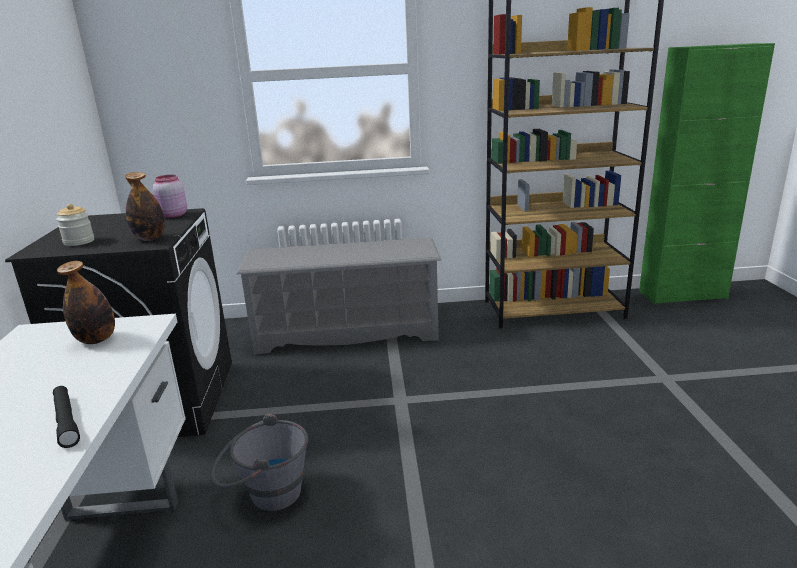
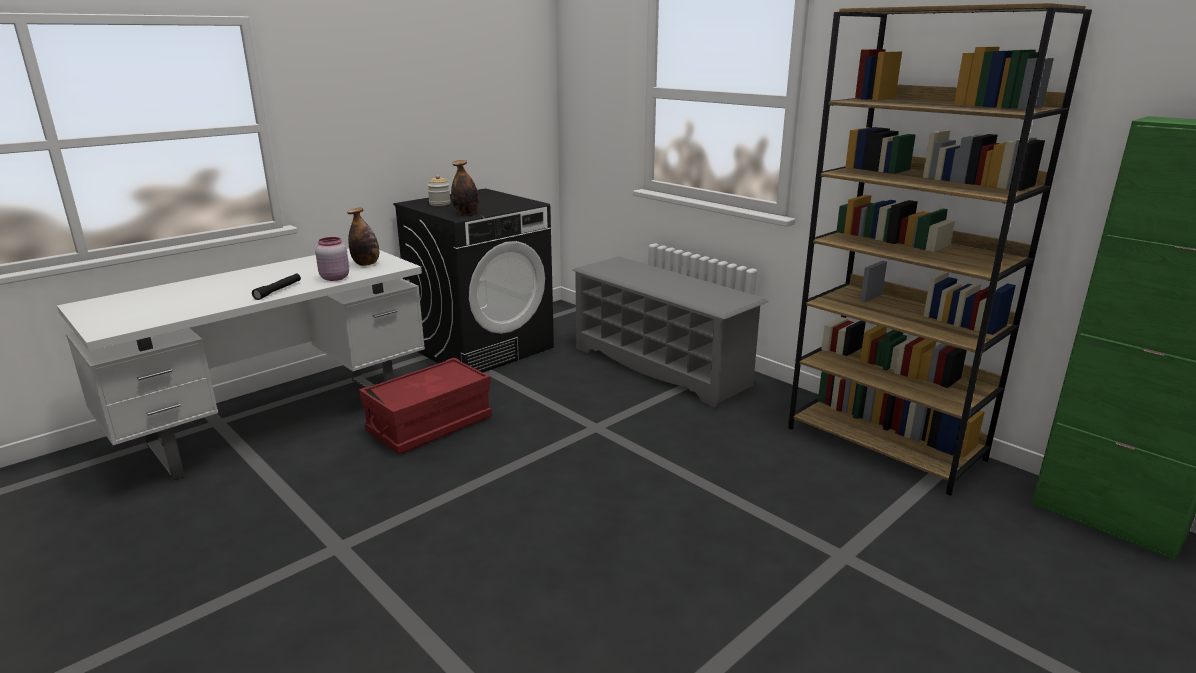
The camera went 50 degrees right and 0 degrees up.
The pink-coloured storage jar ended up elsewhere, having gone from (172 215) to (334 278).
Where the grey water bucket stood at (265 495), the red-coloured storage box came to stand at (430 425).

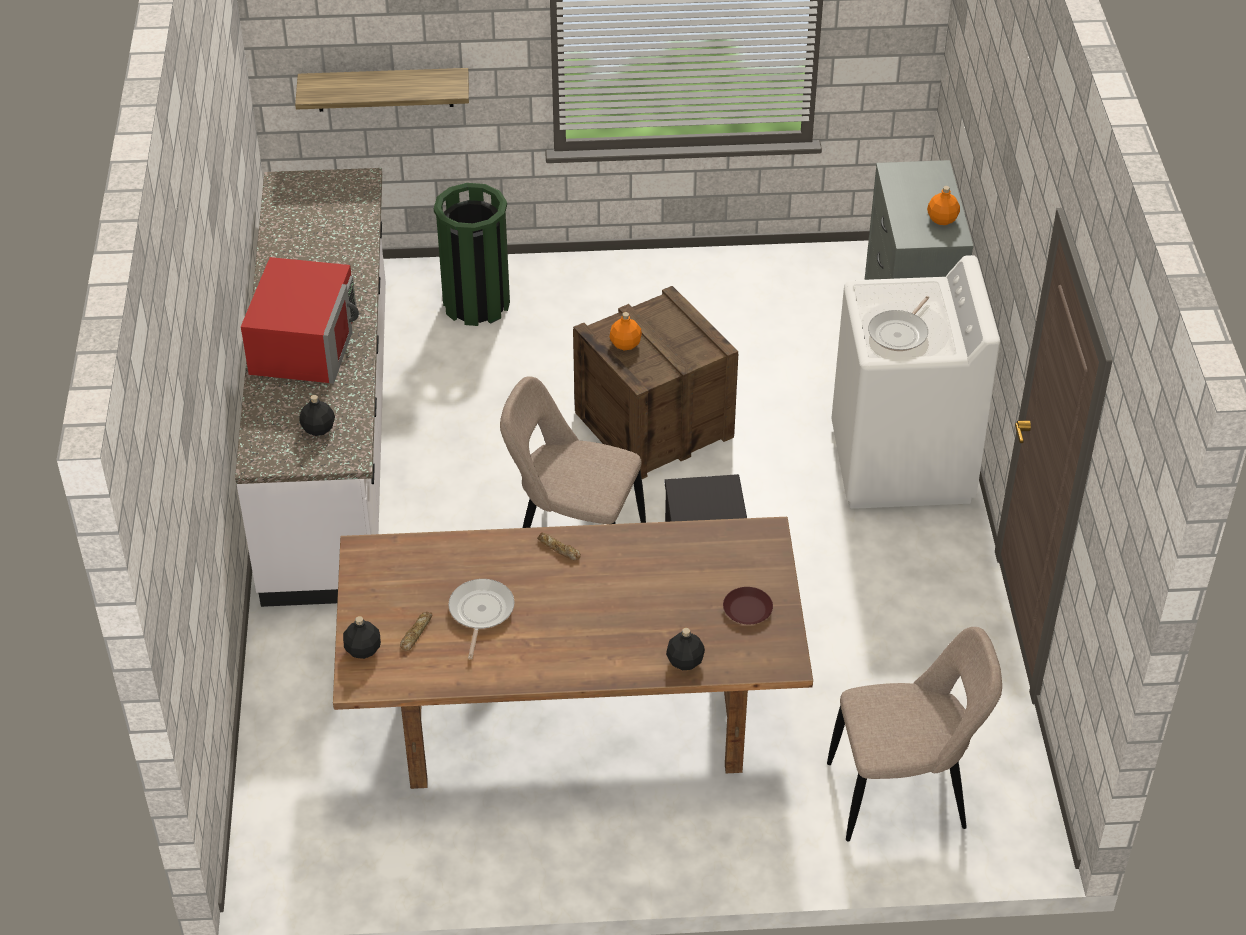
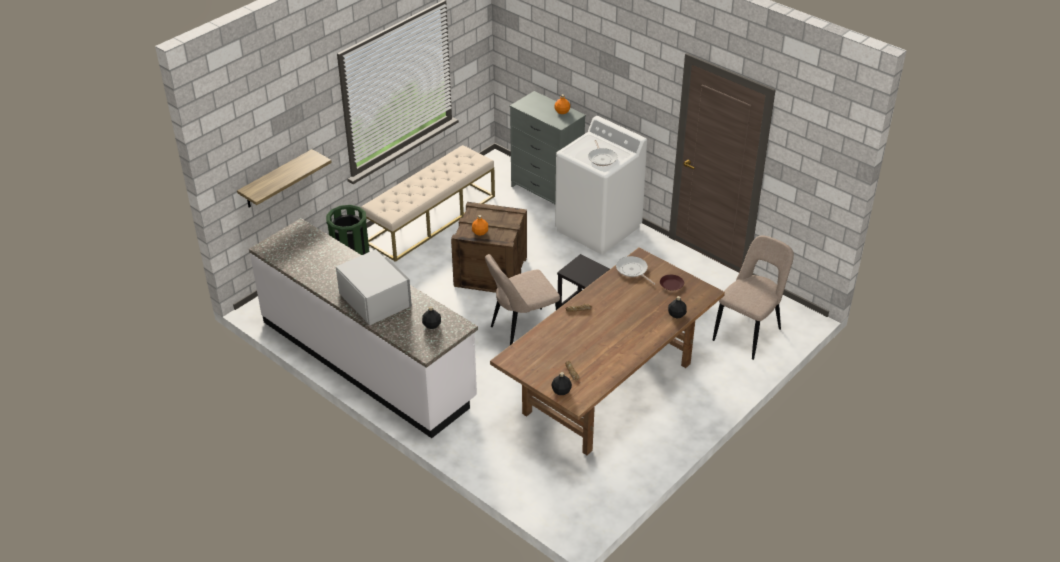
The camera went 45 degrees left and 5 degrees down.
What was the red-coloured microwave oven at (304 342) turned into the white microwave oven at (374 299).
The skillet ended up elsewhere, having gone from (480 612) to (633 270).
The second view gained the beige long seat at (431 219).

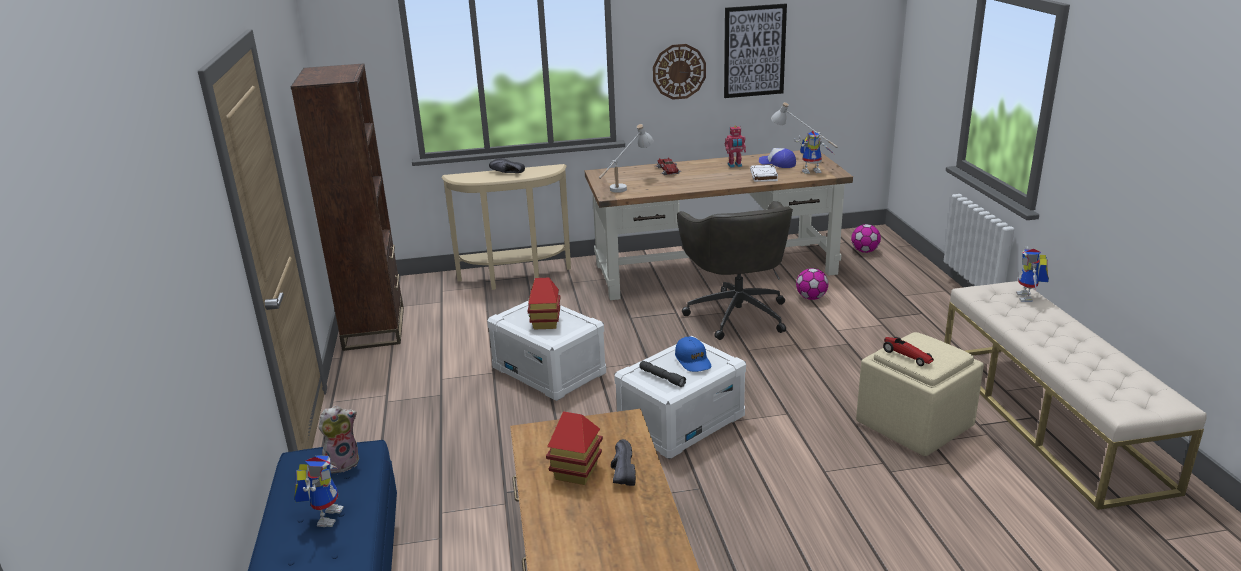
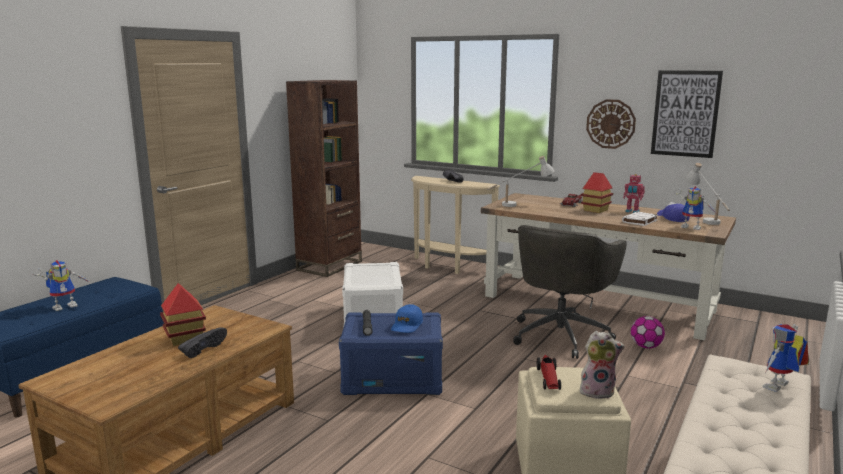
The camera went 40 degrees right and 10 degrees down.
The second view lost the ball for football at (864 251).
The model house ended up elsewhere, having gone from (545 323) to (595 210).
What was the white storage box at (681 421) turned into the blue storage box at (393 378).
The plush toy ended up elsewhere, having gone from (343 463) to (597 391).

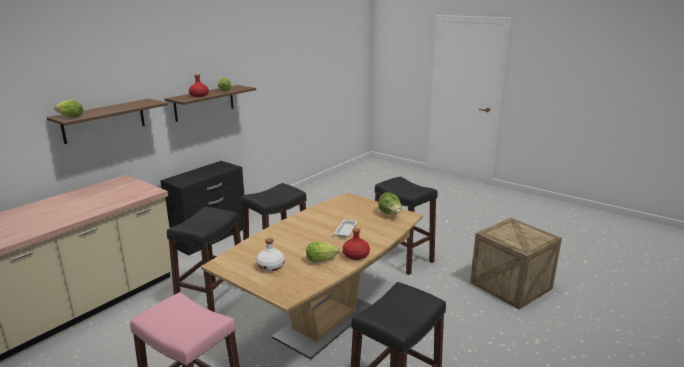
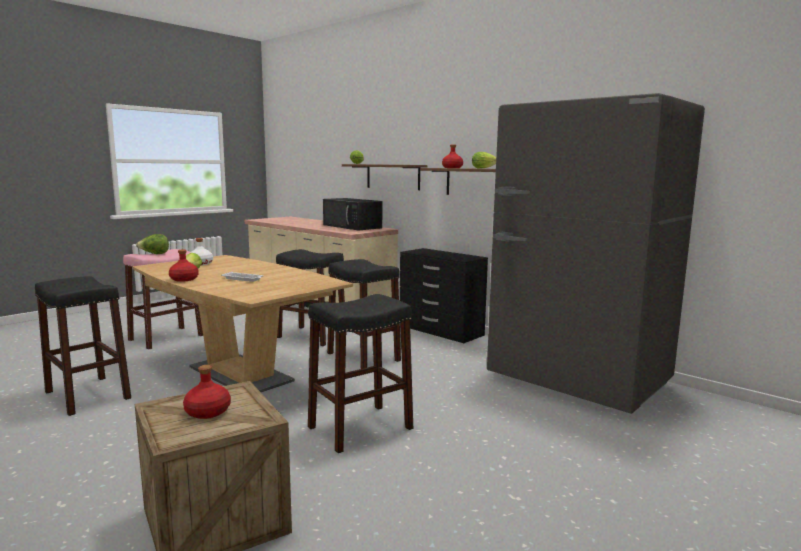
The camera went 95 degrees right and 10 degrees down.
The head of lettuce ended up elsewhere, having gone from (390 214) to (154 254).
The second view gained the grey refrigerator at (577 381).
The second view gained the blackish microwave oven at (353 226).
The second view gained the red-coloured bottle at (207 412).

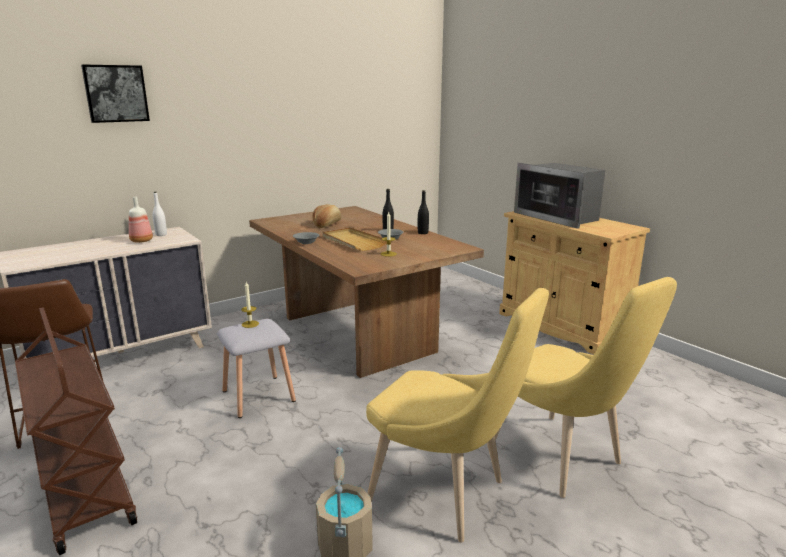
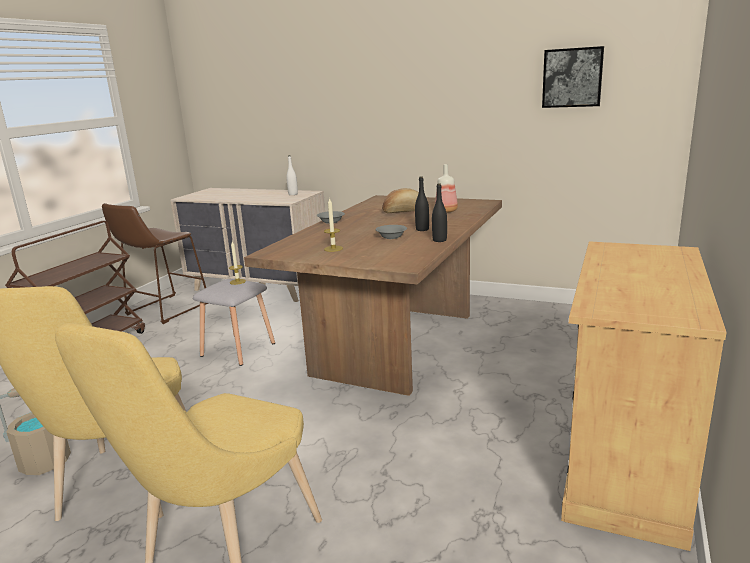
The camera went 60 degrees right and 0 degrees up.
The picture ended up elsewhere, having gone from (116 93) to (572 77).
The second view lost the microwave oven at (558 217).
The bottle ended up elsewhere, having gone from (141 241) to (445 211).
The second view lost the beige tray at (353 241).

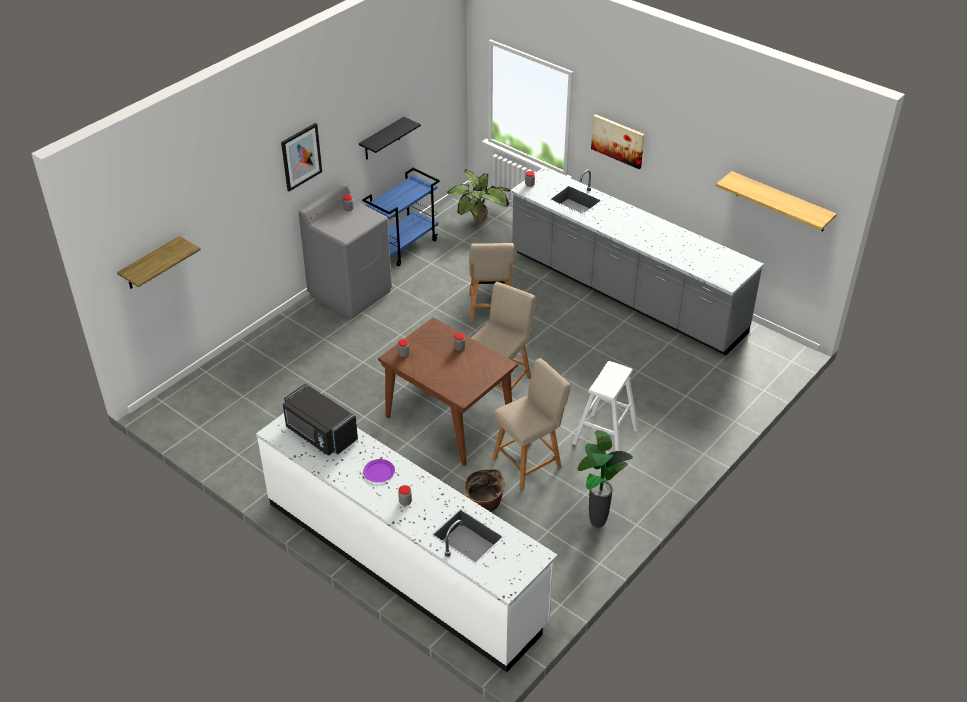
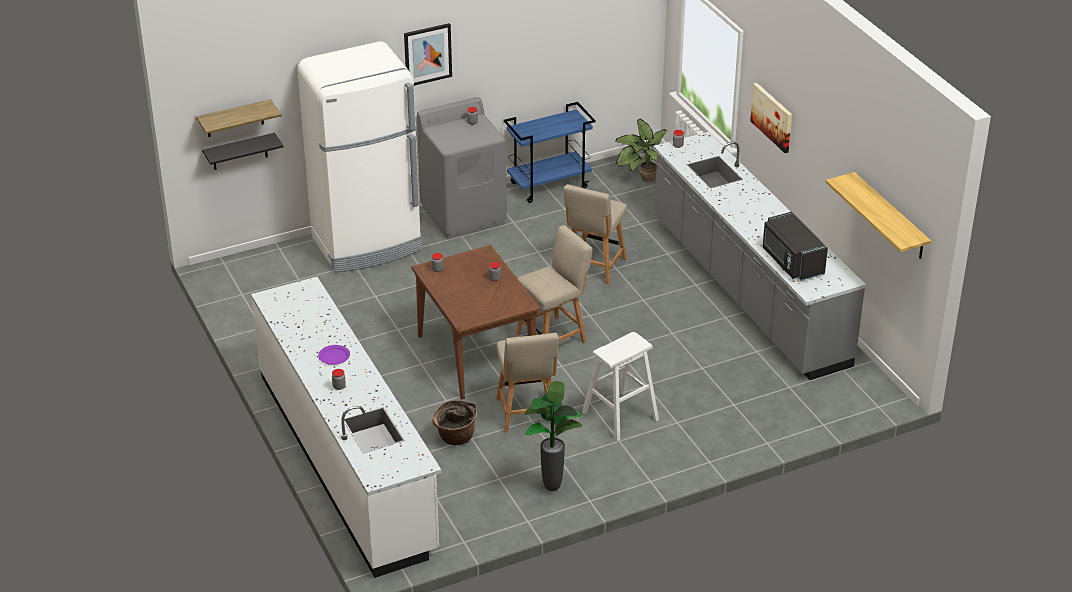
The camera went 25 degrees right and 5 degrees down.
The blackish wall shelf ended up elsewhere, having gone from (382 139) to (239 152).
The beige plain chair at (529 461) ended up facing another way, 90 degrees clockwise from before.
The blackish microwave oven ended up elsewhere, having gone from (320 434) to (791 262).
The second view gained the white refrigerator at (368 244).

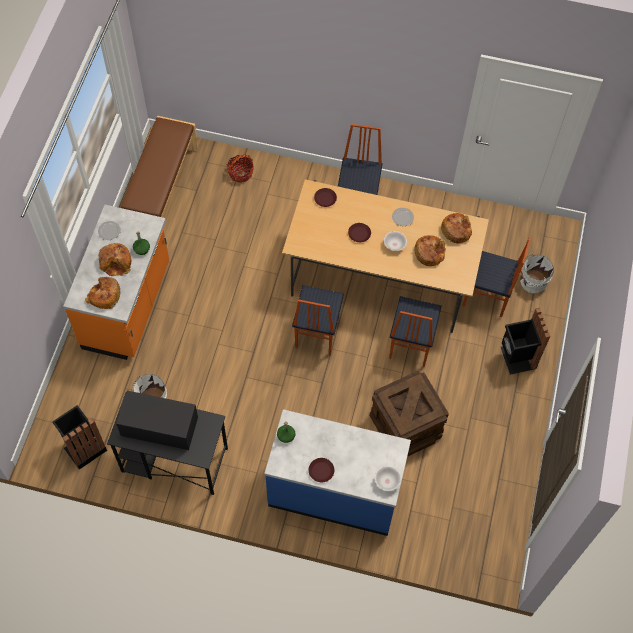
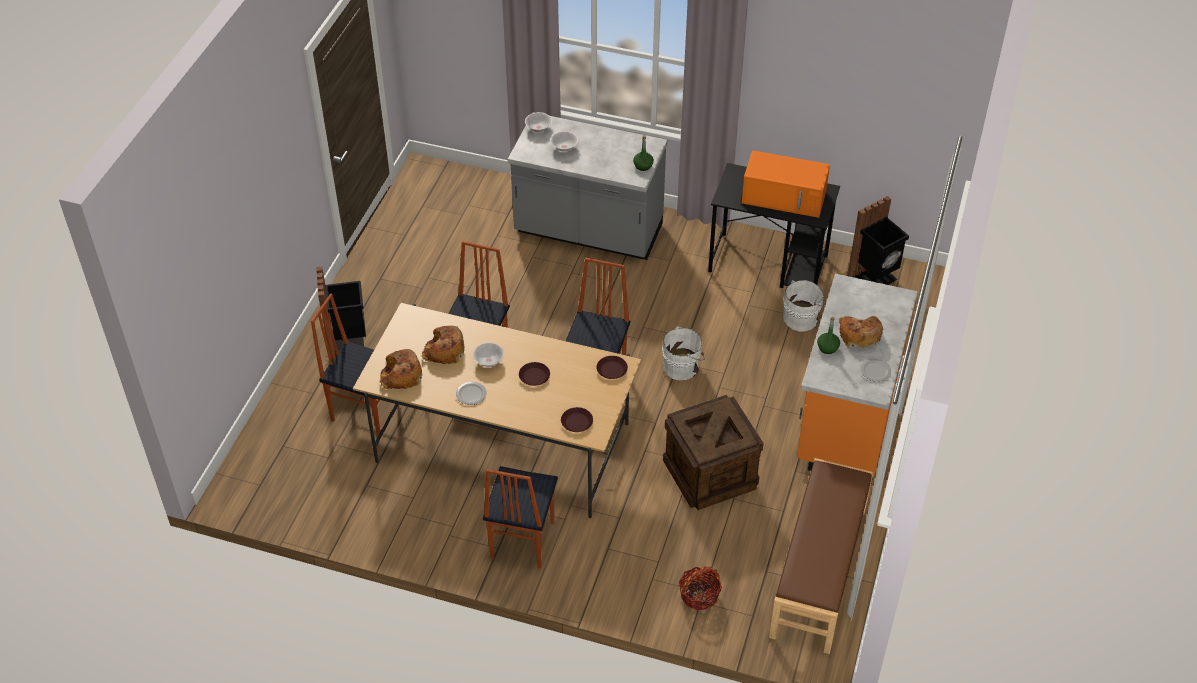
The camera went 175 degrees left and 15 degrees down.
The white water bucket ended up elsewhere, having gone from (532 281) to (682 367).
The second view lost the bakery bread at (104 295).
The packing crate ended up elsewhere, having gone from (406 425) to (710 473).
What was the blackish microwave oven at (158 426) turned into the orange microwave oven at (785 197).
What was the blue kitchen counter at (335 491) turned into the grey kitchen counter at (588 232).
The brownish dinner plate ended up elsewhere, having gone from (321 471) to (611 369).
The second view gained the white deep dish at (564 148).

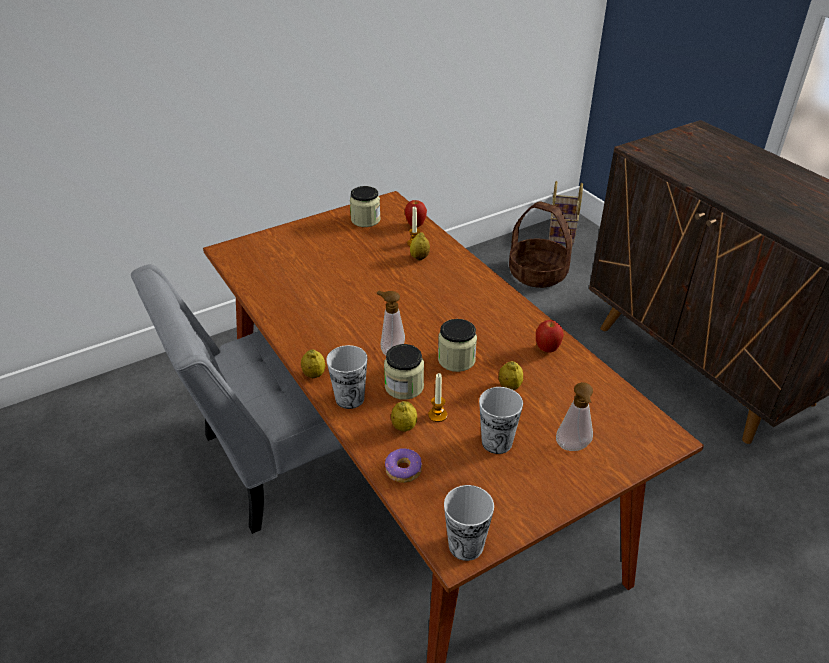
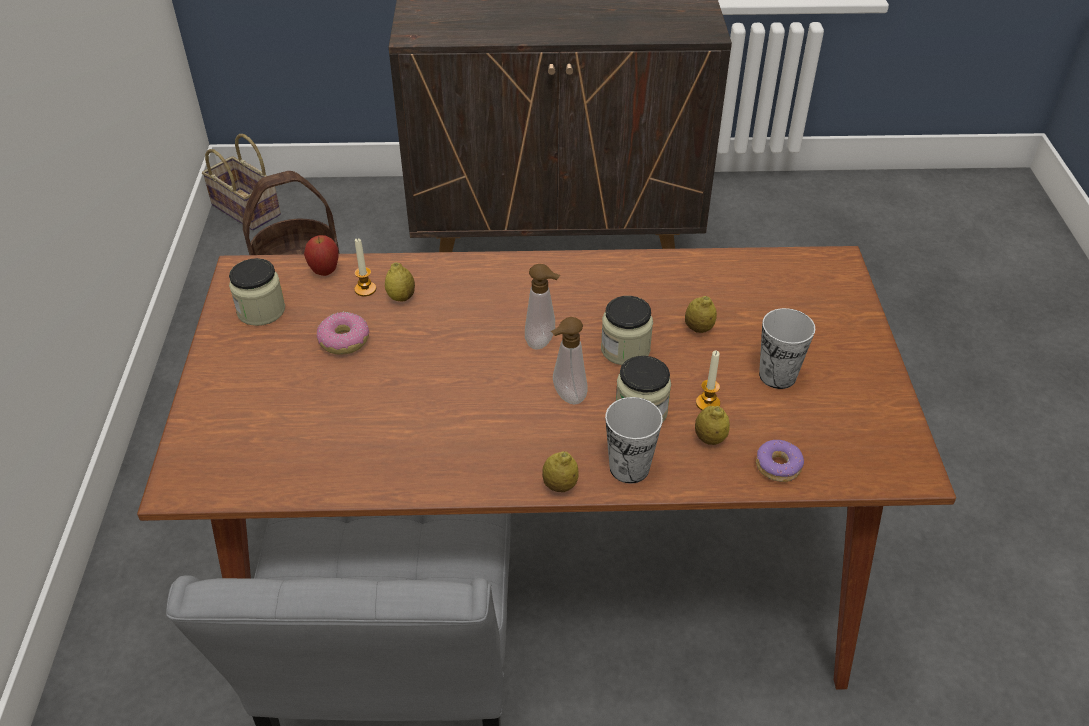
The camera went 60 degrees left and 5 degrees up.
The second view lost the whole apple at (547 349).
The soap bottle ended up elsewhere, having gone from (573 448) to (543 342).
The second view lost the cup at (466 545).
The second view gained the ring doughnut at (344 340).

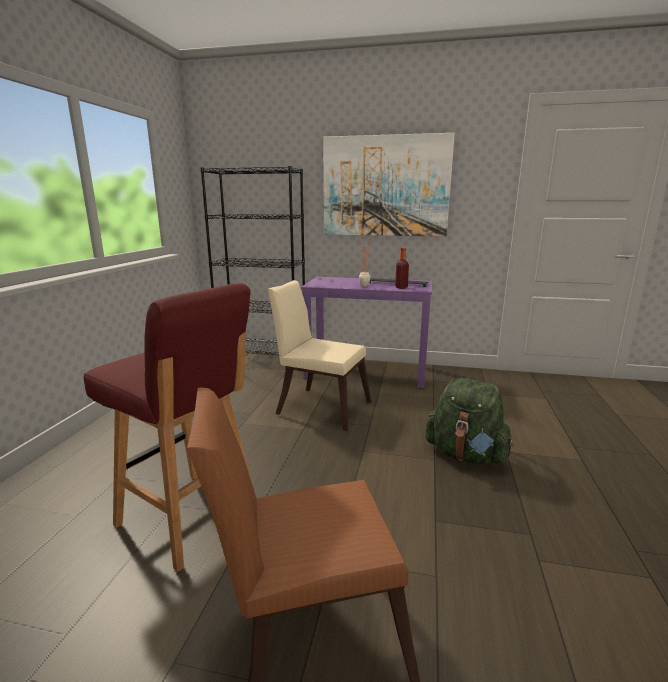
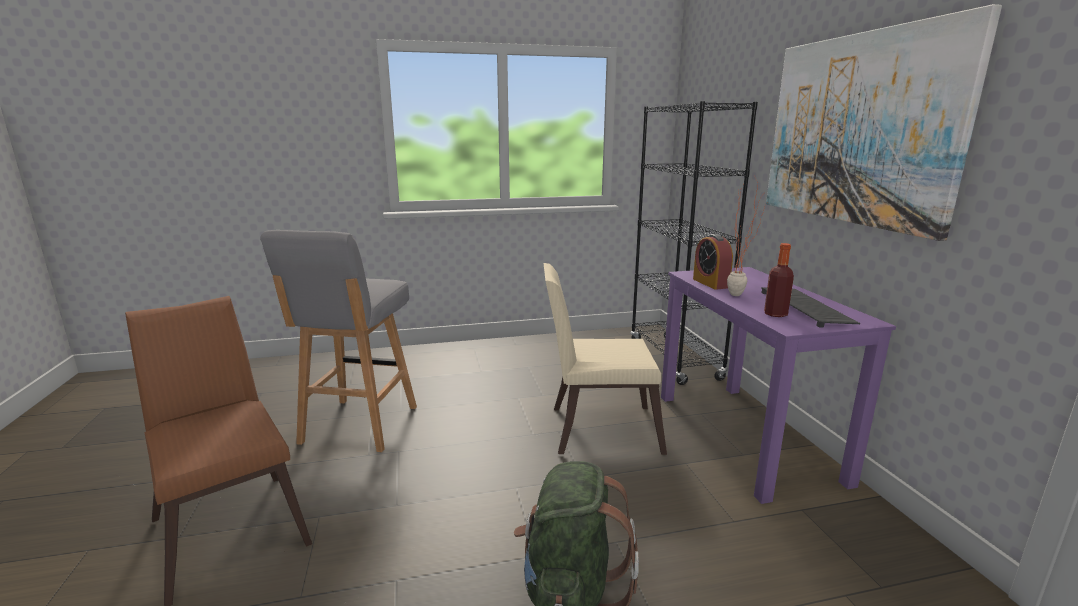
The camera went 65 degrees right and 0 degrees up.
The beige plain chair at (319 406) ended up facing another way, 90 degrees counterclockwise from before.
What was the red-coloured stool seat at (190 518) turned into the grey stool seat at (358 426).
The second view gained the table clock at (710 283).

